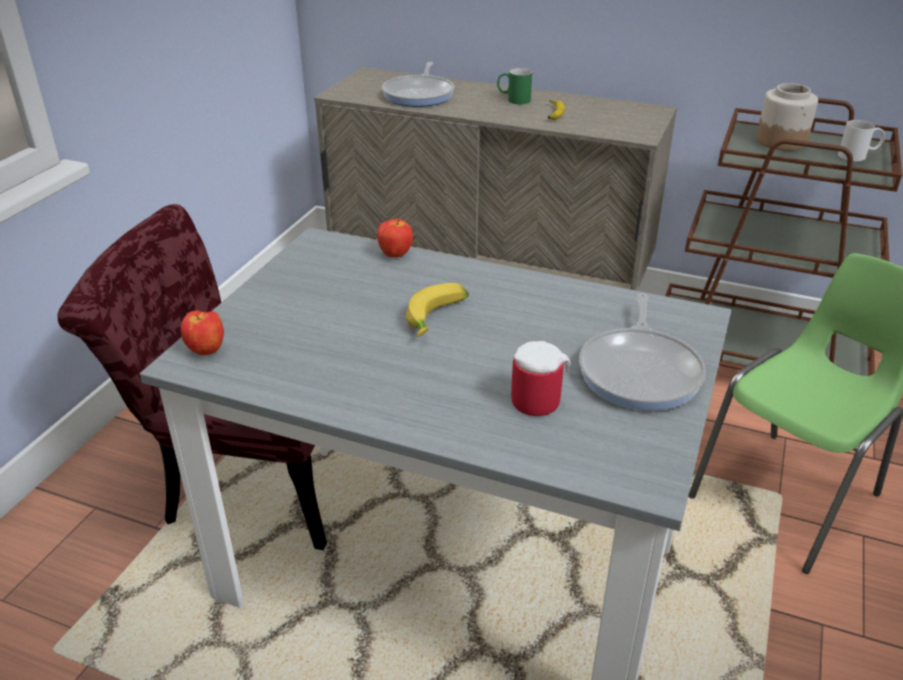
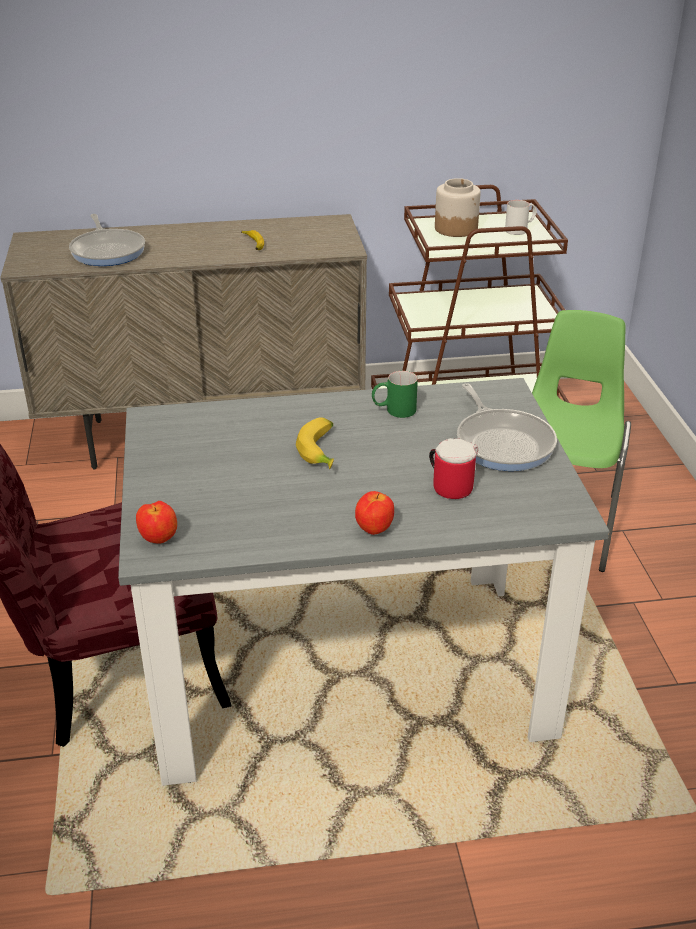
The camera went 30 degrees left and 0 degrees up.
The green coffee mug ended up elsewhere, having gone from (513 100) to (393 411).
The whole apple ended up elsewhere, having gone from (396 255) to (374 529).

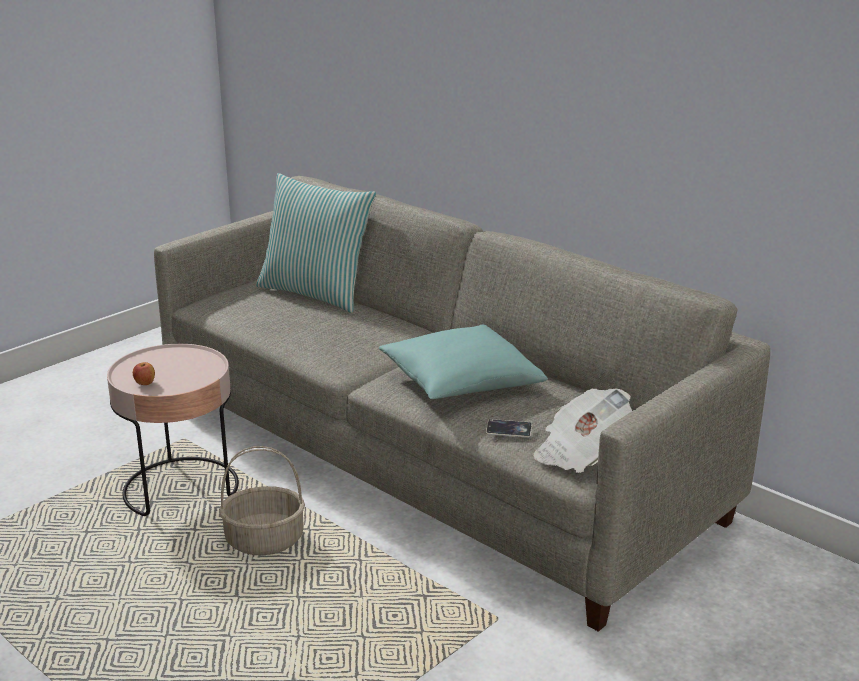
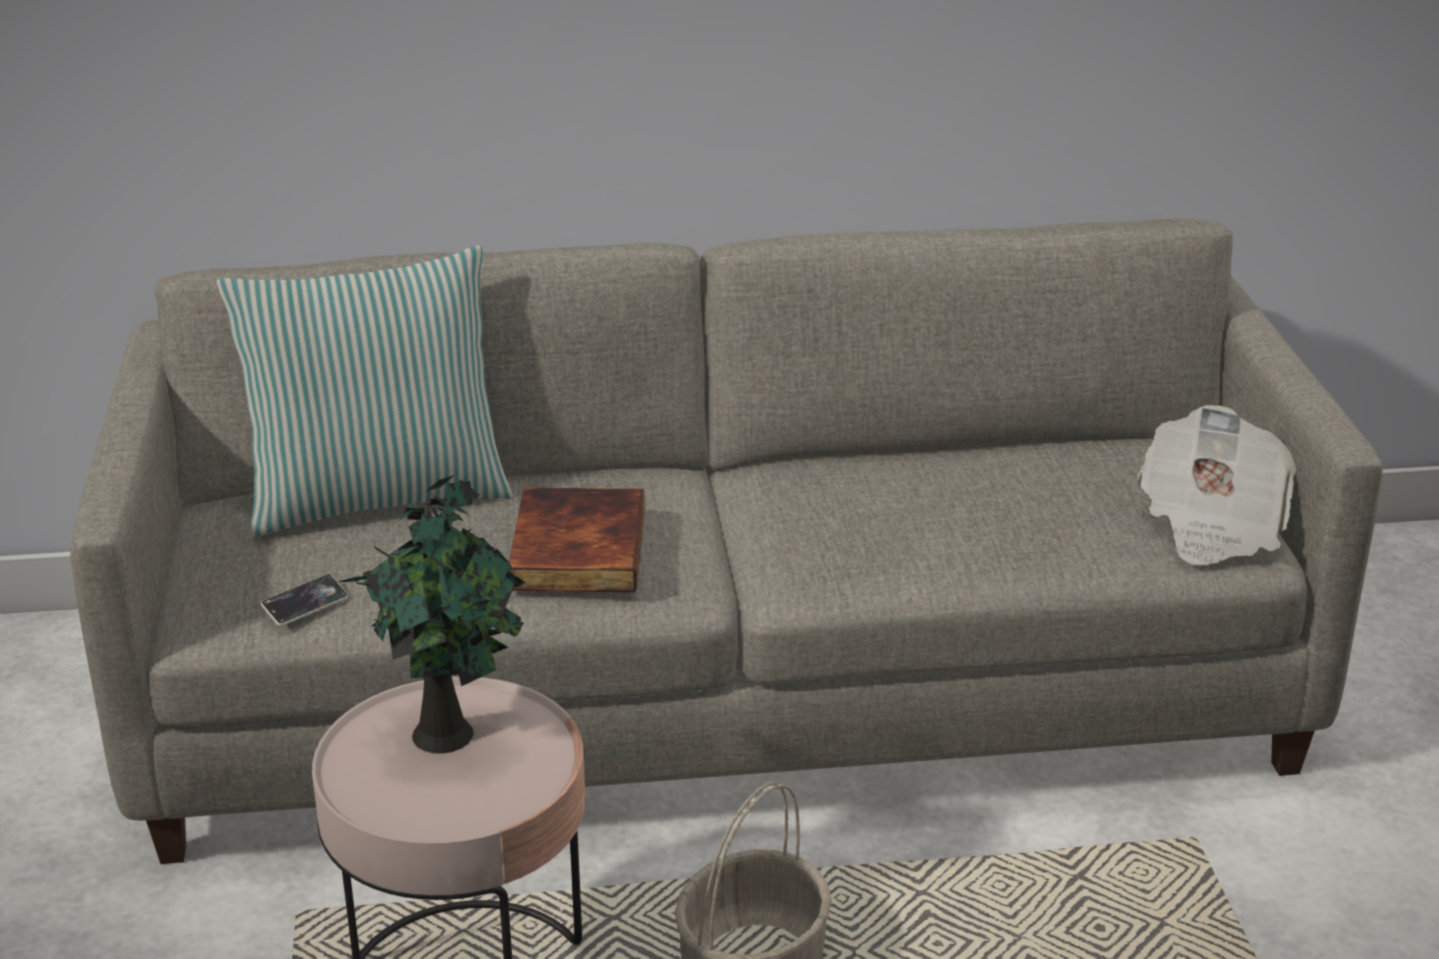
The camera went 50 degrees left and 5 degrees up.
The second view lost the blue-green pillow at (460 382).
The second view lost the whole apple at (145 383).
The telephone ended up elsewhere, having gone from (509 431) to (305 605).
The second view gained the potted plant at (449 733).
The second view gained the book at (574 548).

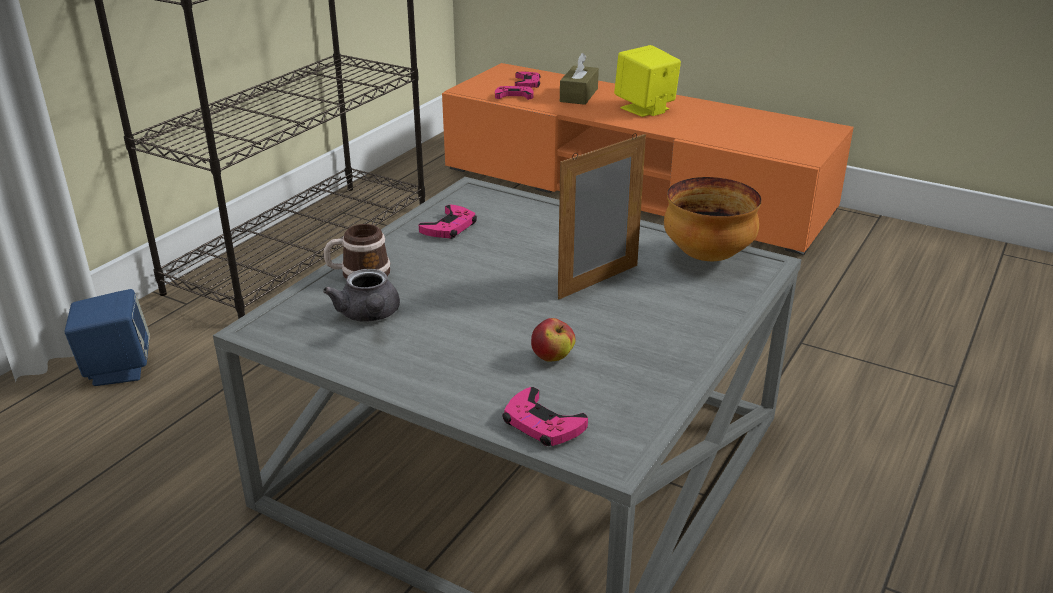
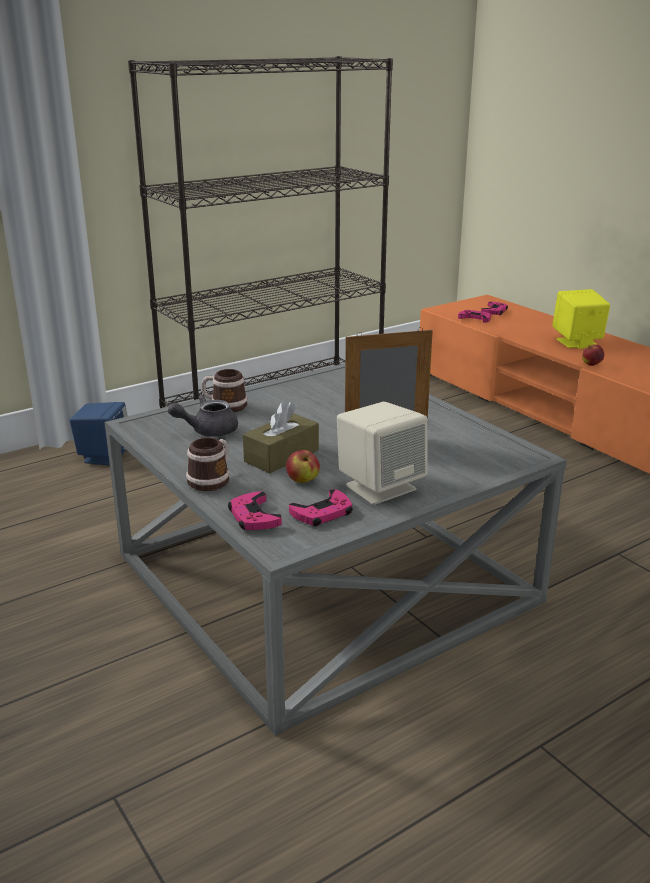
The camera went 25 degrees right and 5 degrees down.
The brownish box of tissues ended up elsewhere, having gone from (579 95) to (281 456).
The second view lost the deep dish at (706 256).
The pink-coloured gamepad ended up elsewhere, having gone from (449 227) to (322 513).
The grey tea pot at (369 315) ended up facing another way, 60 degrees clockwise from before.
The second view gained the whole apple at (591 364).
The second view gained the beige speaker at (380 487).
The second view gained the coffee mug at (212 479).

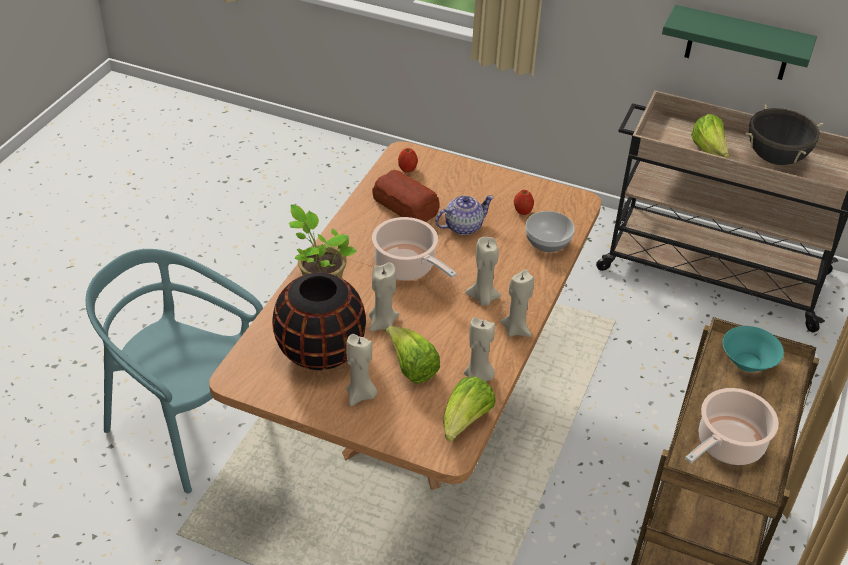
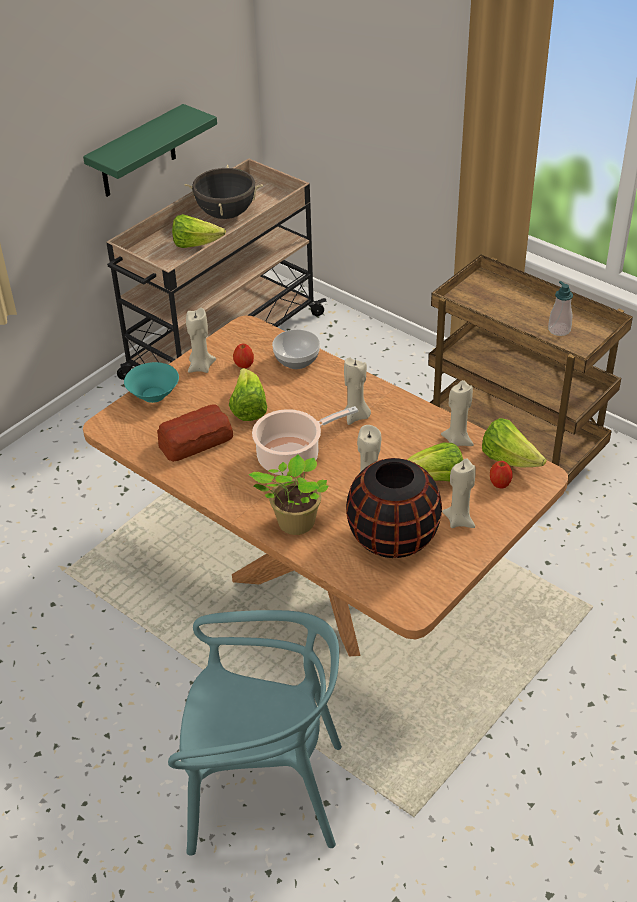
The camera went 70 degrees left and 0 degrees up.
The whole apple ended up elsewhere, having gone from (407 169) to (499 484).
Where the tea pot stood at (462 226), the head of lettuce came to stand at (248 408).
The blue-green plain chair at (185 426) ended up facing another way, 135 degrees counterclockwise from before.
The beige wax light ended up elsewhere, having gone from (516 329) to (201 367).
The blue-green deep dish ended up elsewhere, having gone from (747 362) to (153 395).
Where the cooking pot stood at (727 445), the soap bottle came to stand at (559 330).

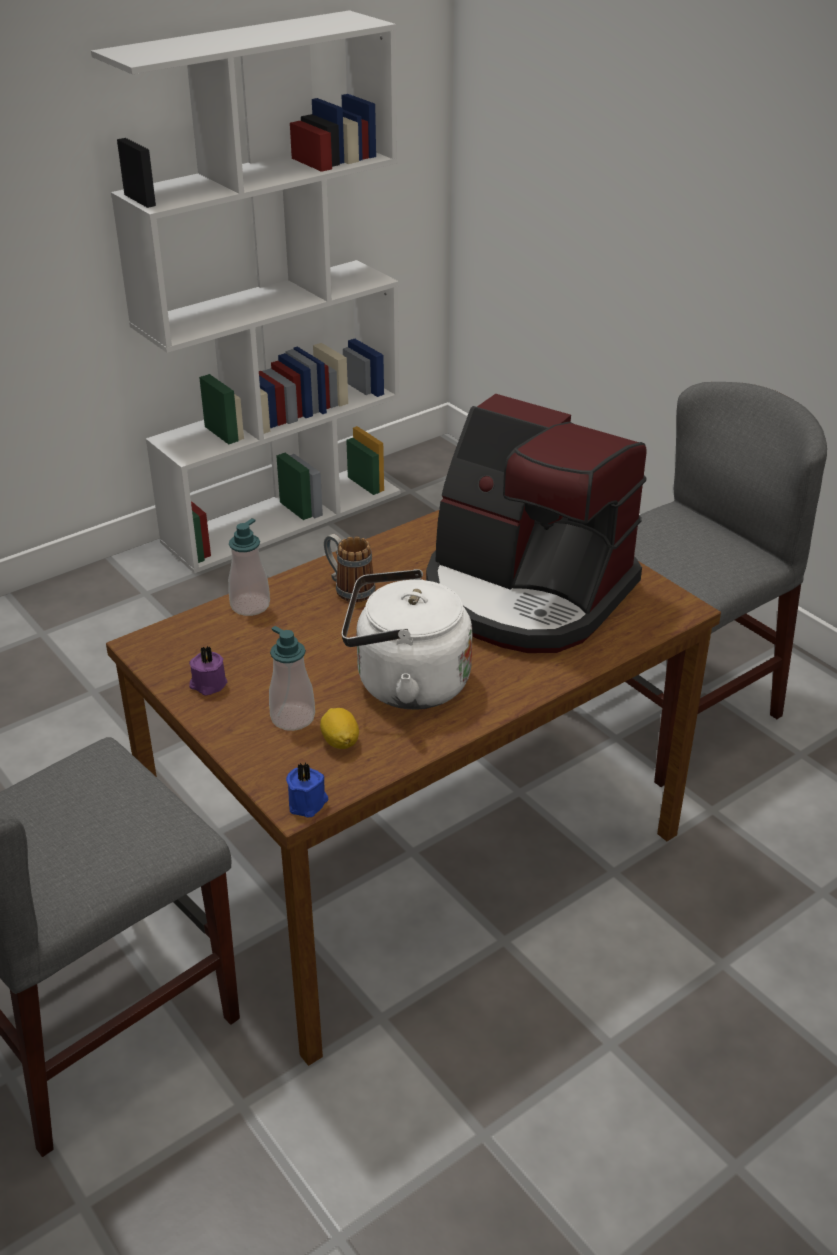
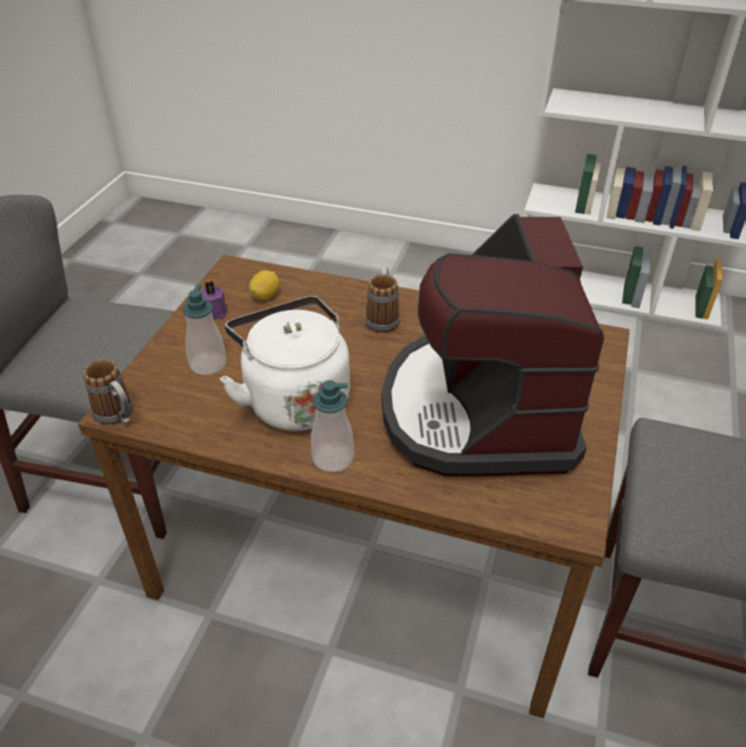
The camera went 55 degrees right and 5 degrees up.
The soap bottle ended up elsewhere, having gone from (250 605) to (333 458).
The lemon ended up elsewhere, having gone from (340 742) to (265 296).
Where the blue wax light stood at (308 803), the coffee mug came to stand at (118 416).

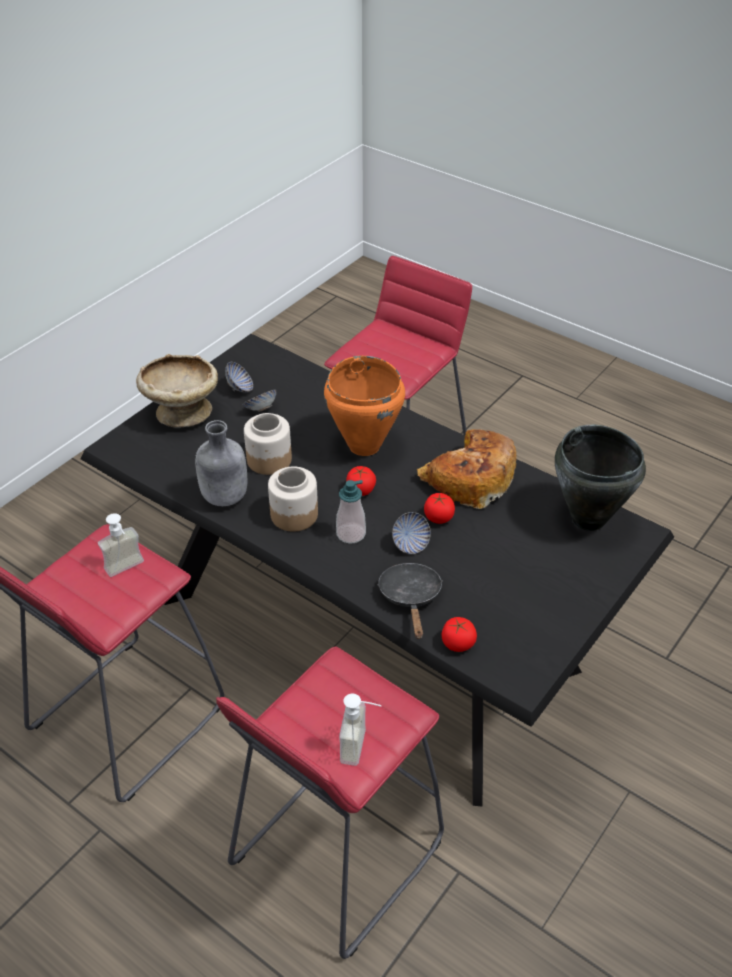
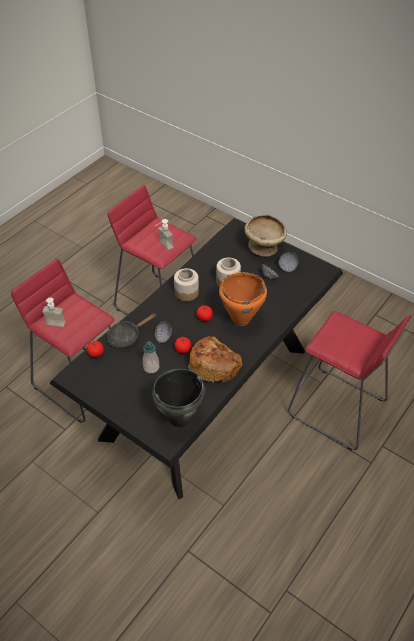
The camera went 90 degrees right and 5 degrees up.
The second view lost the grey bottle at (224 497).
The soap bottle ended up elsewhere, having gone from (351 534) to (151 367).
The blackish skillet at (410 598) ended up facing another way, 150 degrees clockwise from before.

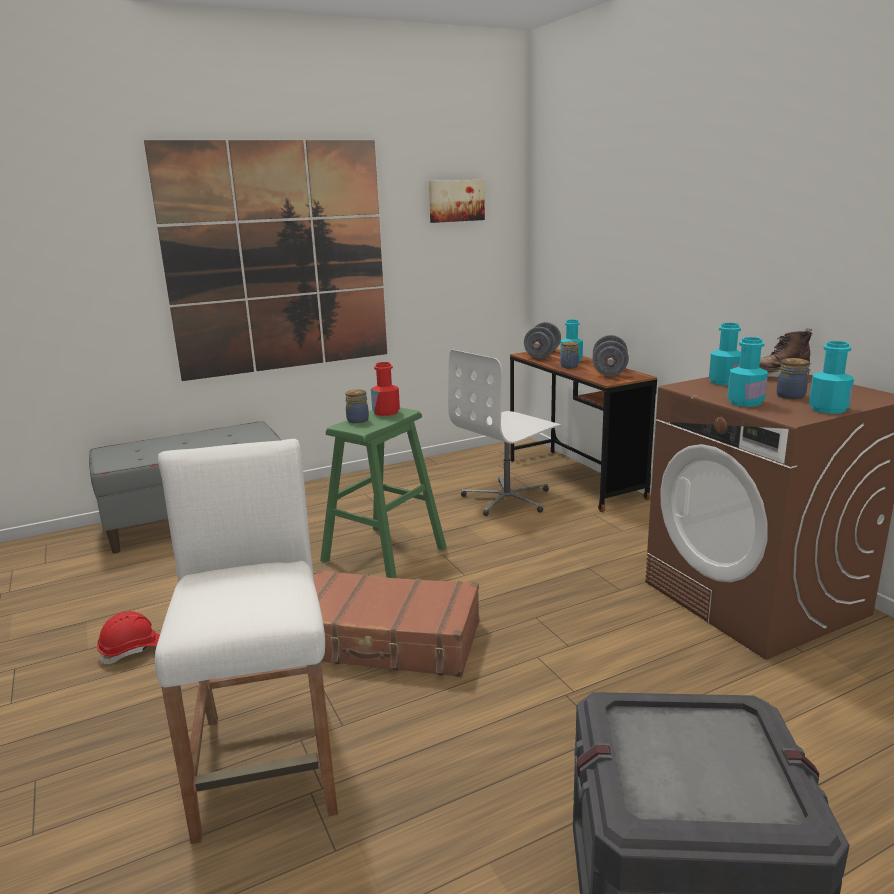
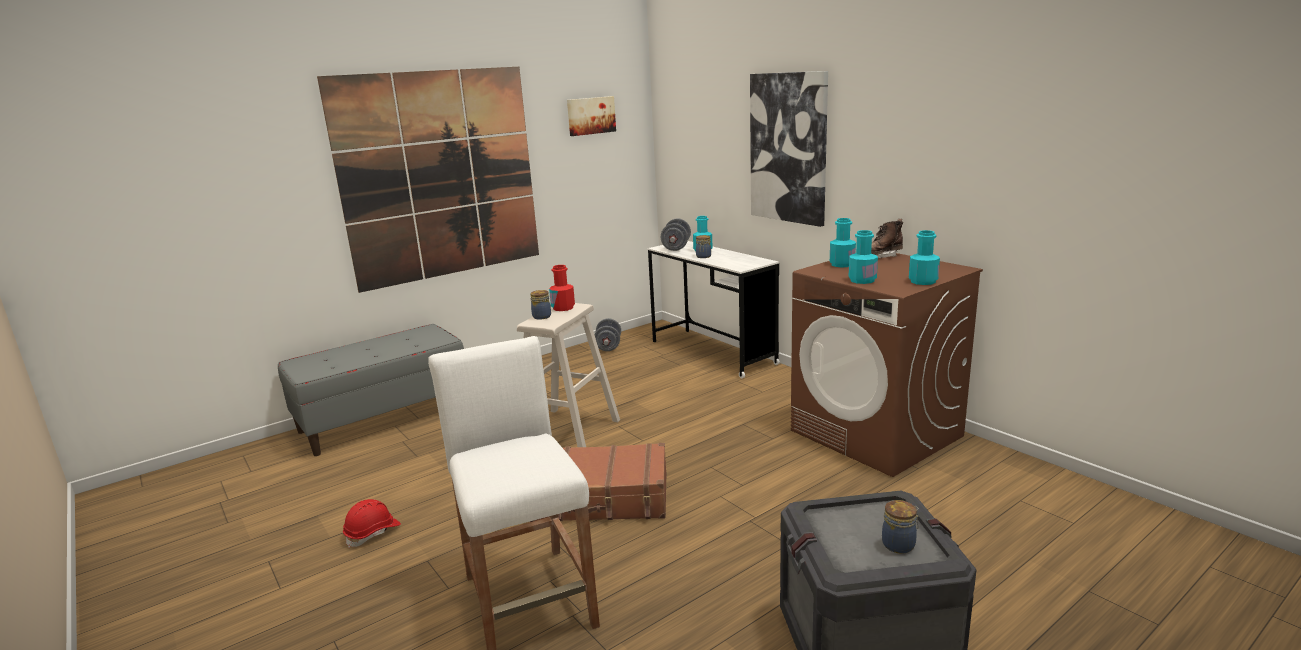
The camera went 10 degrees left and 0 degrees up.
The grey free weight ended up elsewhere, having gone from (609 372) to (608 346).
What was the brownish desk table at (574 479) turned into the white desk table at (712 352).
The second view lost the white desk chair at (508 499).
The storage jar ended up elsewhere, having gone from (792 396) to (899 544).
What was the green stool seat at (384 554) turned into the beige stool seat at (567 431).
The second view gained the picture at (788 148).

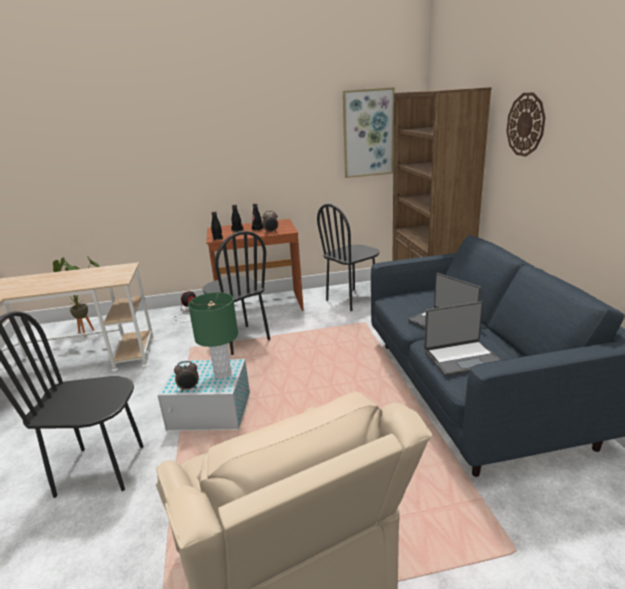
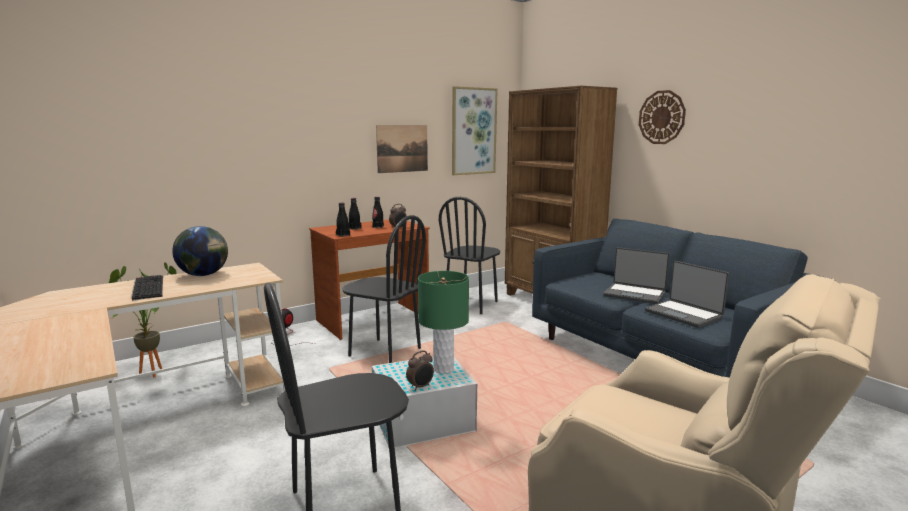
The camera went 25 degrees left and 10 degrees down.
The laptop at (461 358) ended up facing another way, 90 degrees clockwise from before.
The second view gained the picture at (402 148).
The second view gained the world globe at (203 275).
The second view gained the computer keyboard at (147 287).

